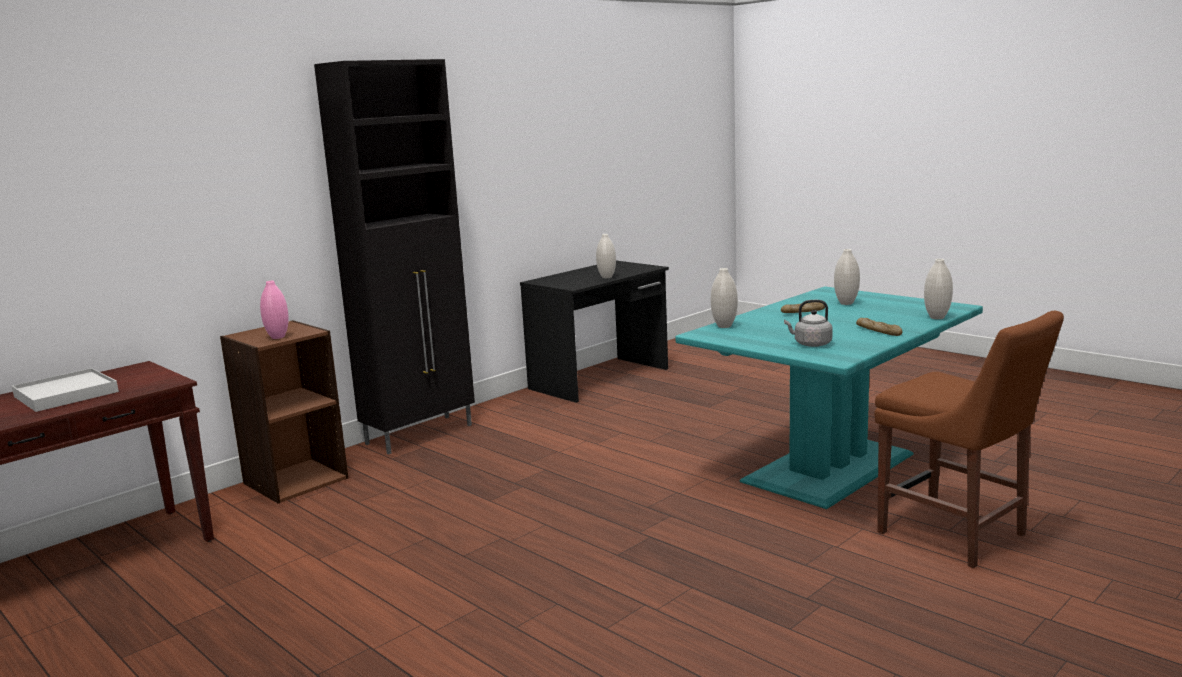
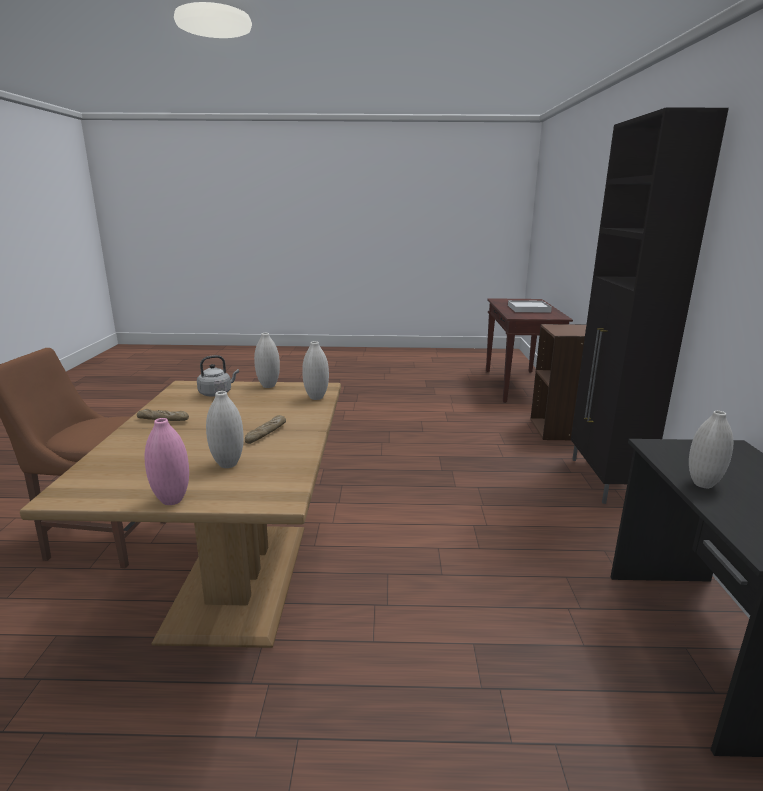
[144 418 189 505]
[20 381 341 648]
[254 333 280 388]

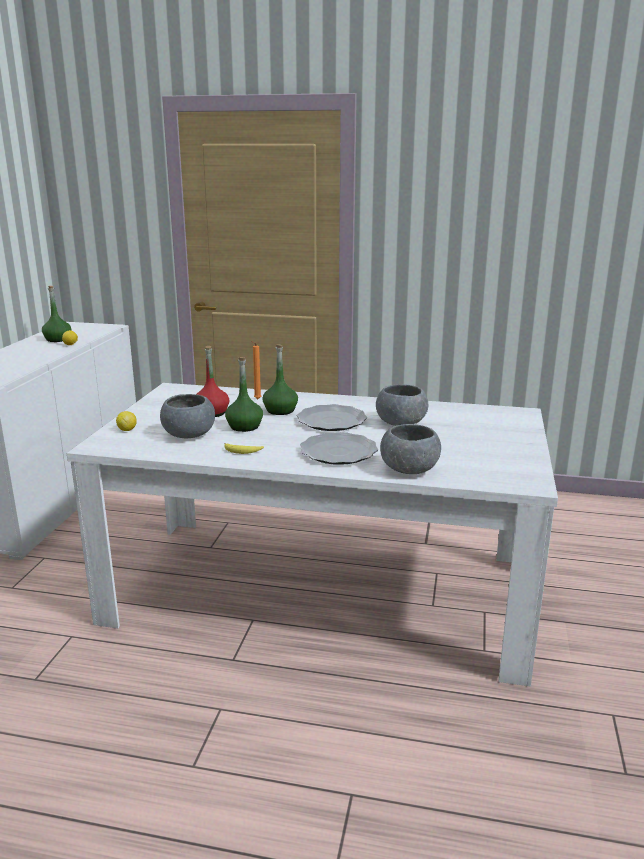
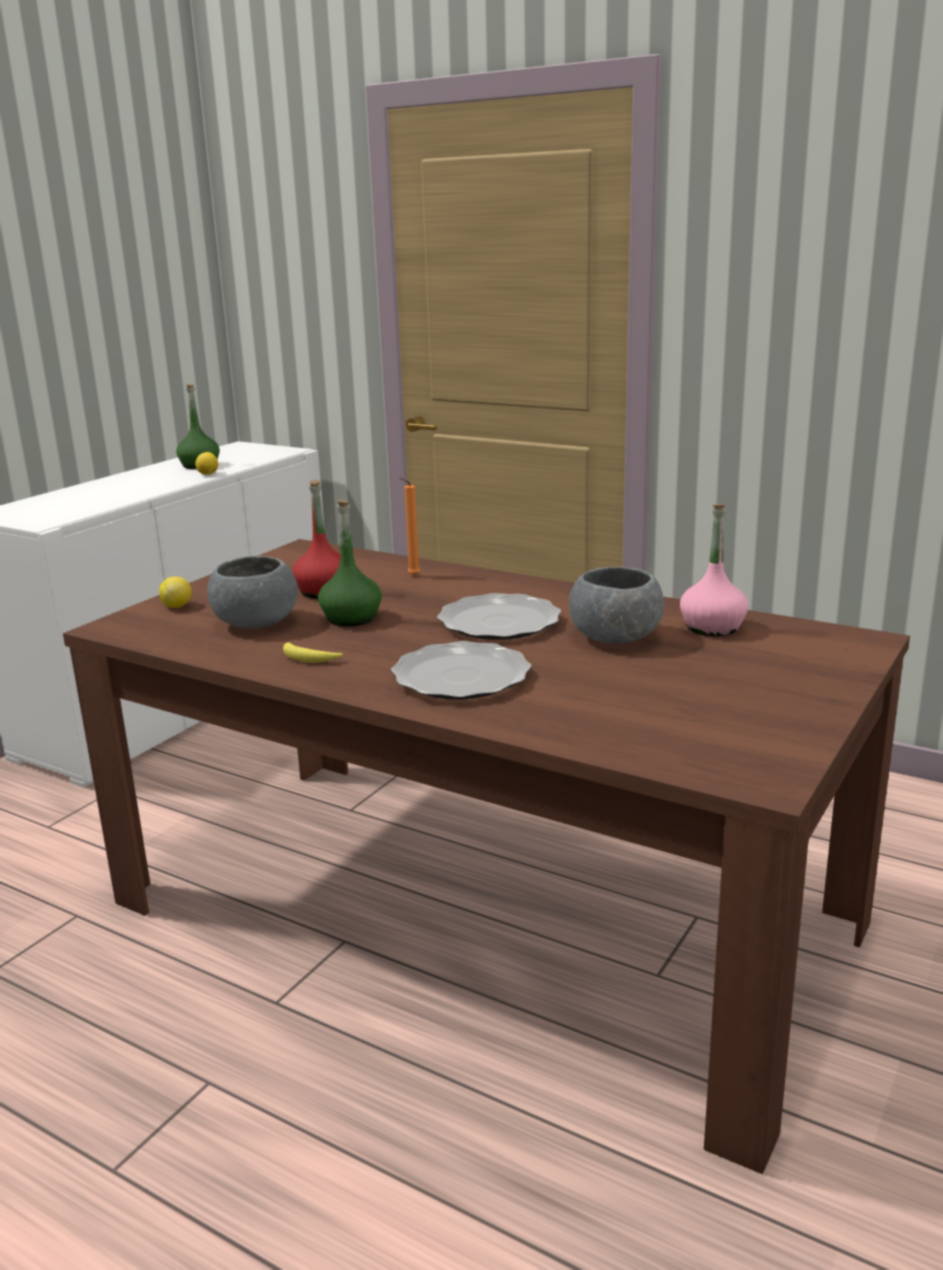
[63 539 910 1174]
[262 344 298 415] (first image)
[380 424 441 474] (first image)
[680 504 748 636]

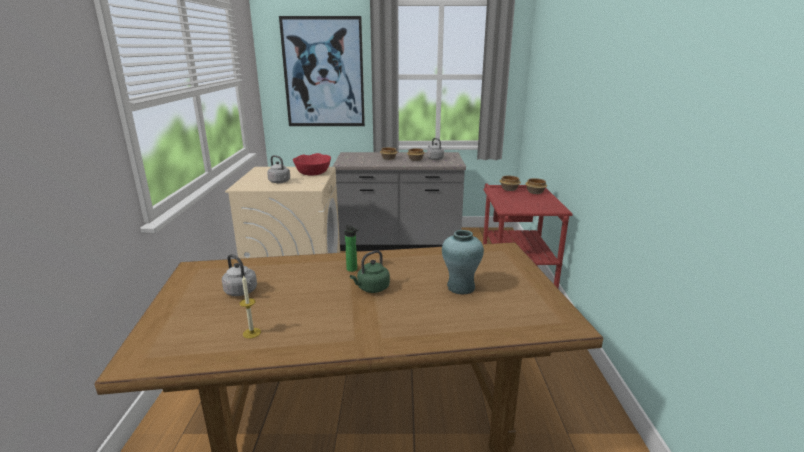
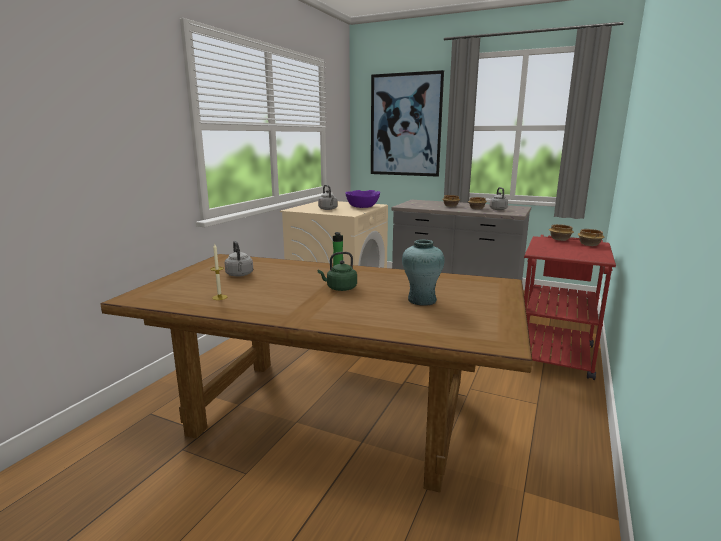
[345 190 380 208]

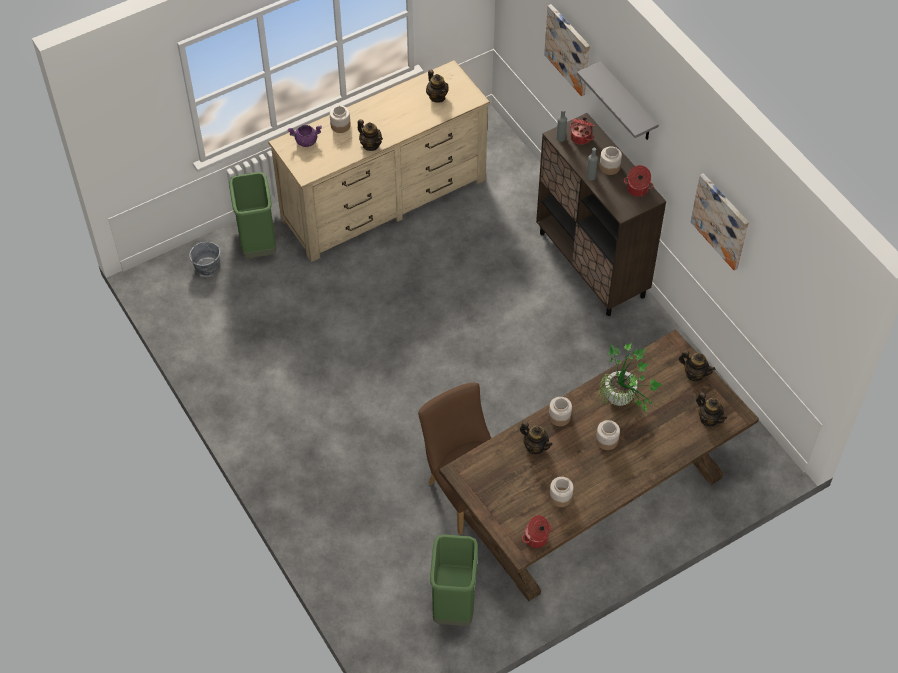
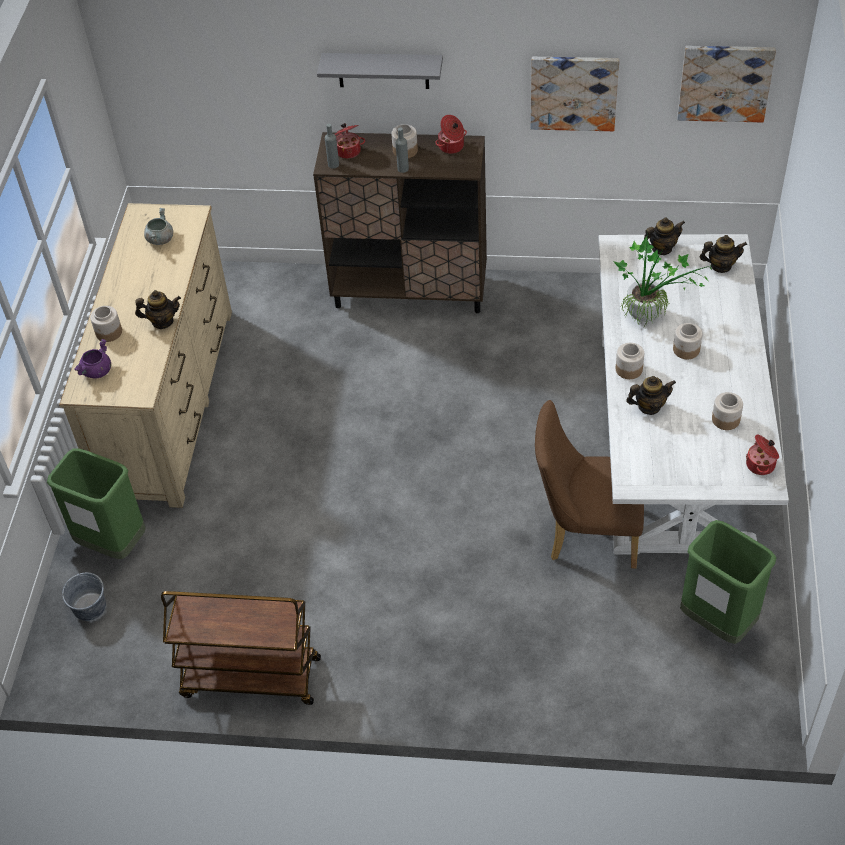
[144 208 173 245]
[598 234 789 555]
[677 46 776 122]
[161 591 321 705]

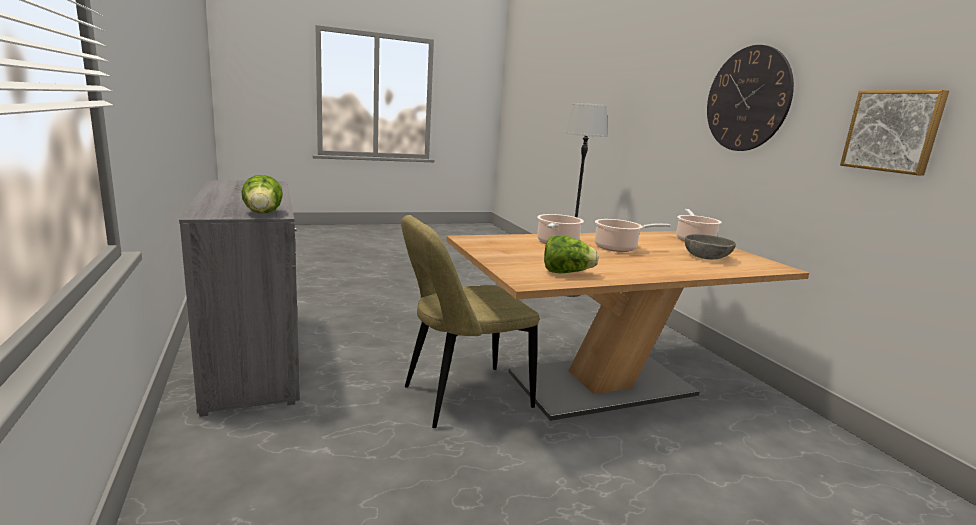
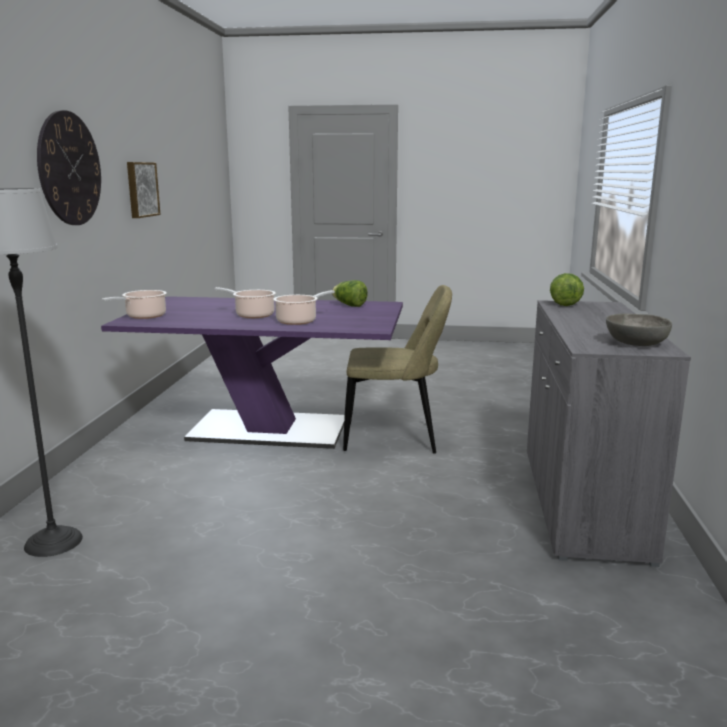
[101 296 403 449]
[606 313 672 346]

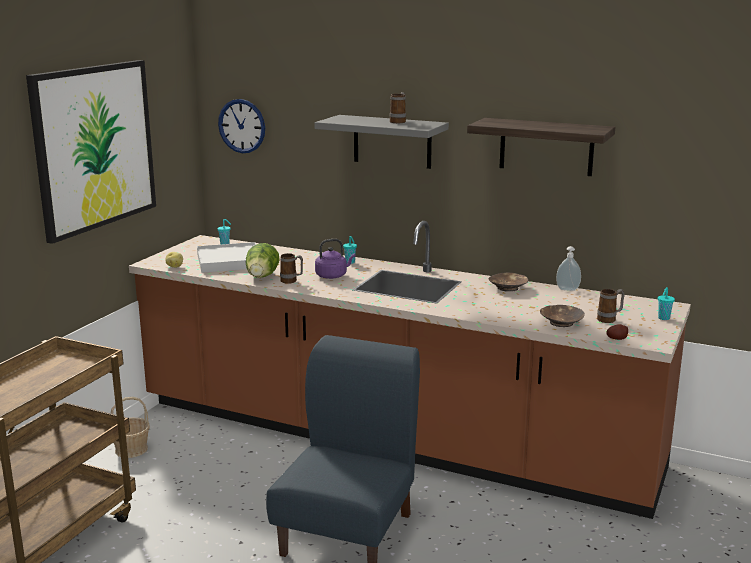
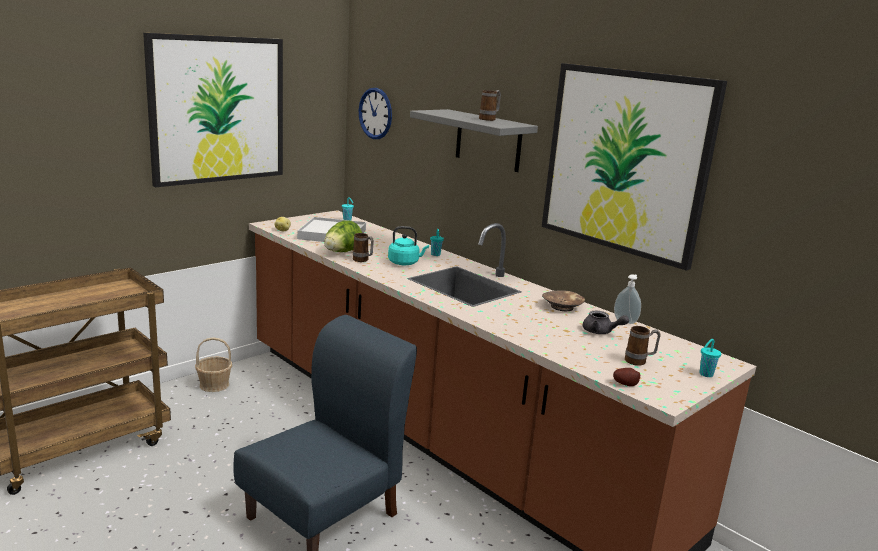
[388 226 429 265]
[542 63 727 271]
[540 305 585 327] (first image)
[583 311 629 334]

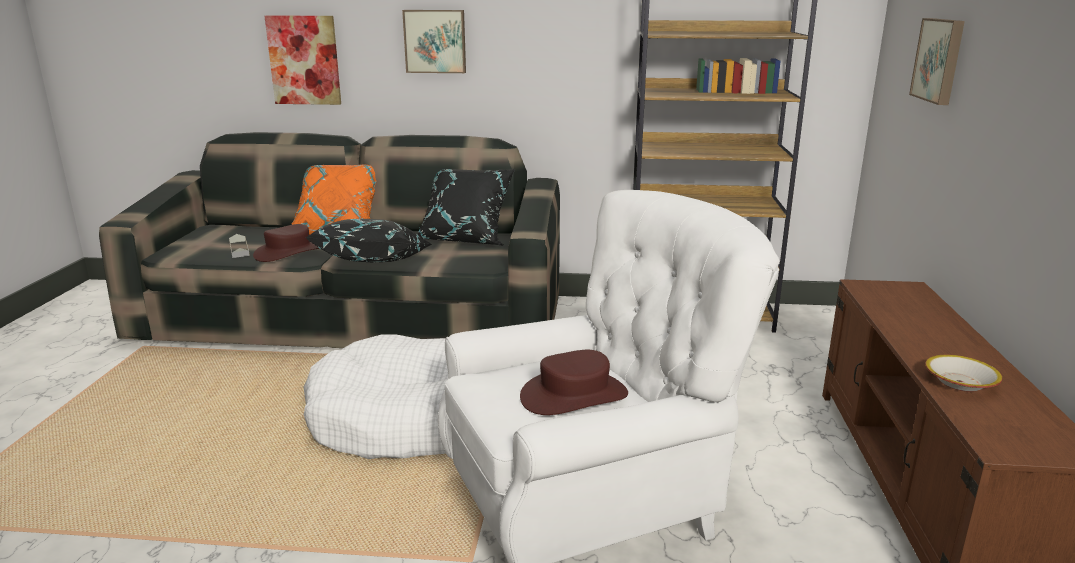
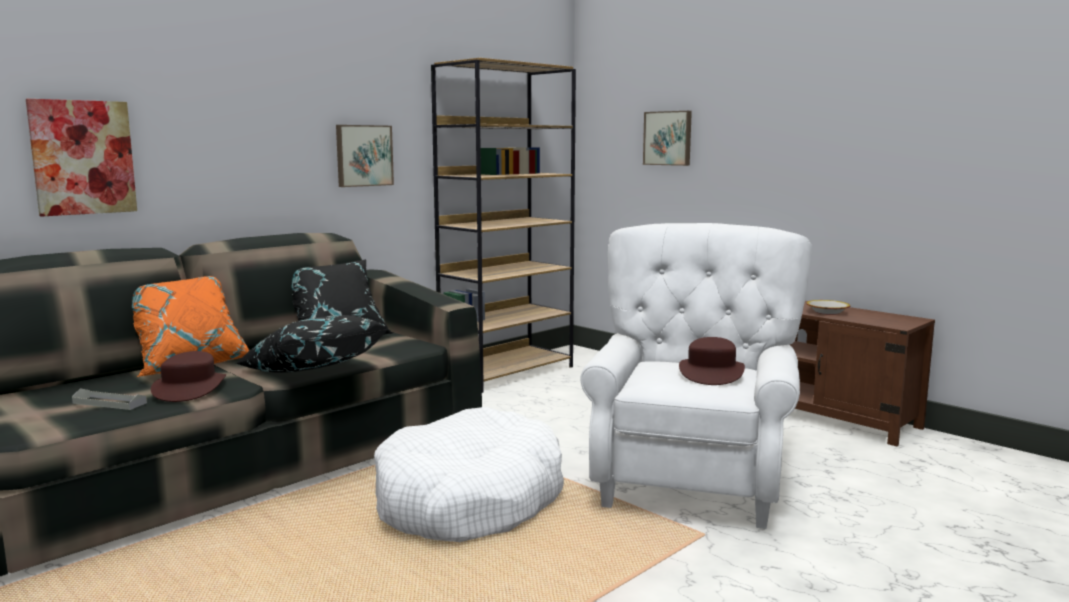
[336 125 394 187]

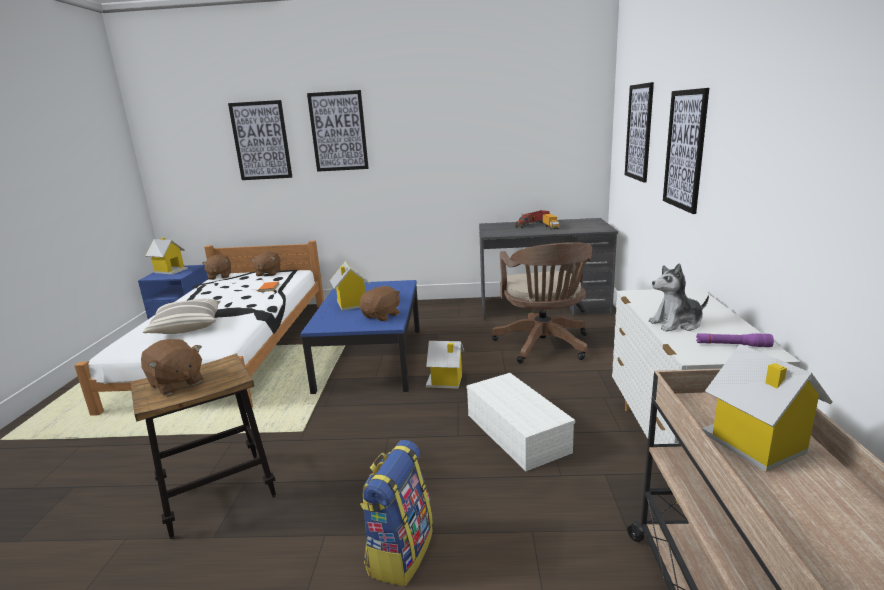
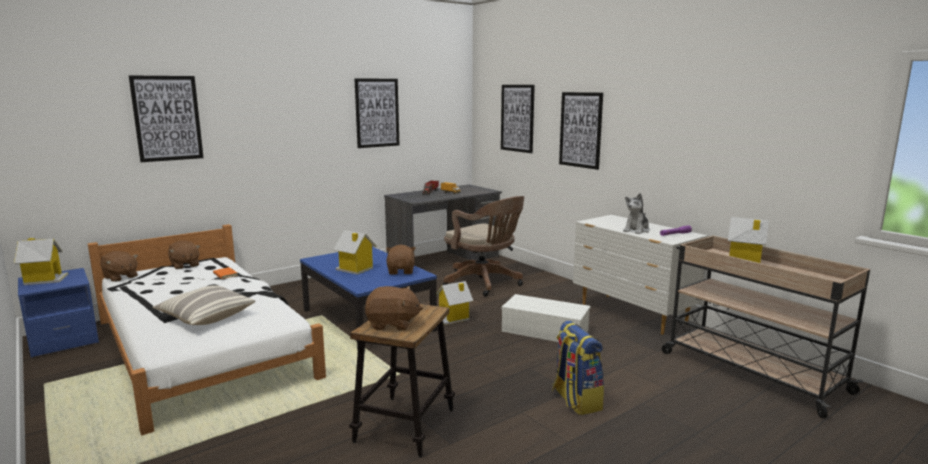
[354 78 399 148]

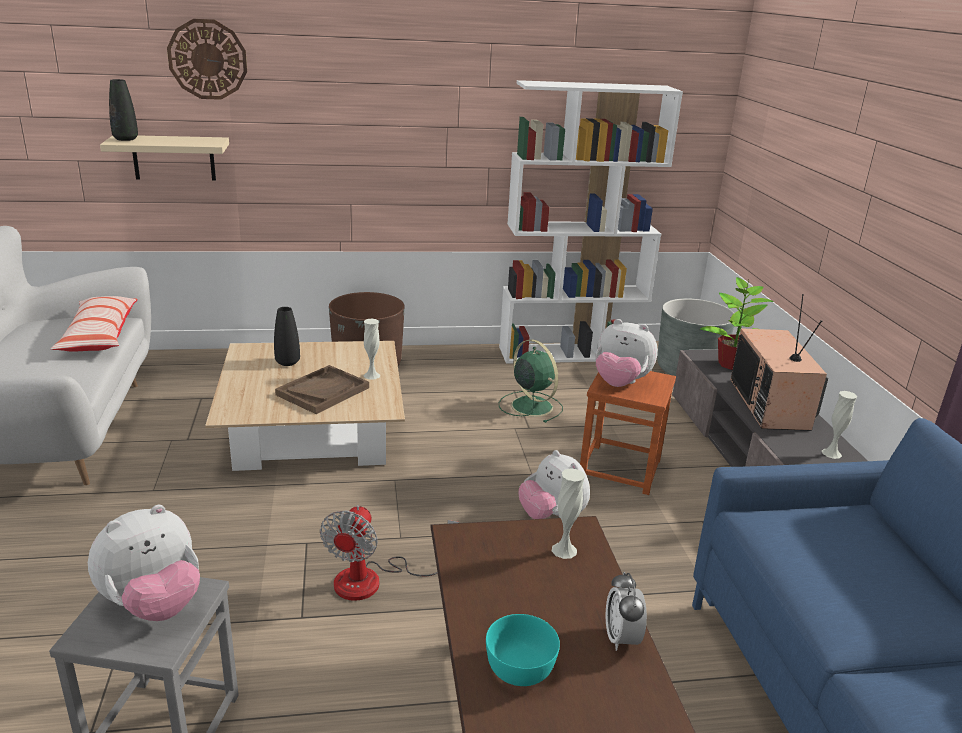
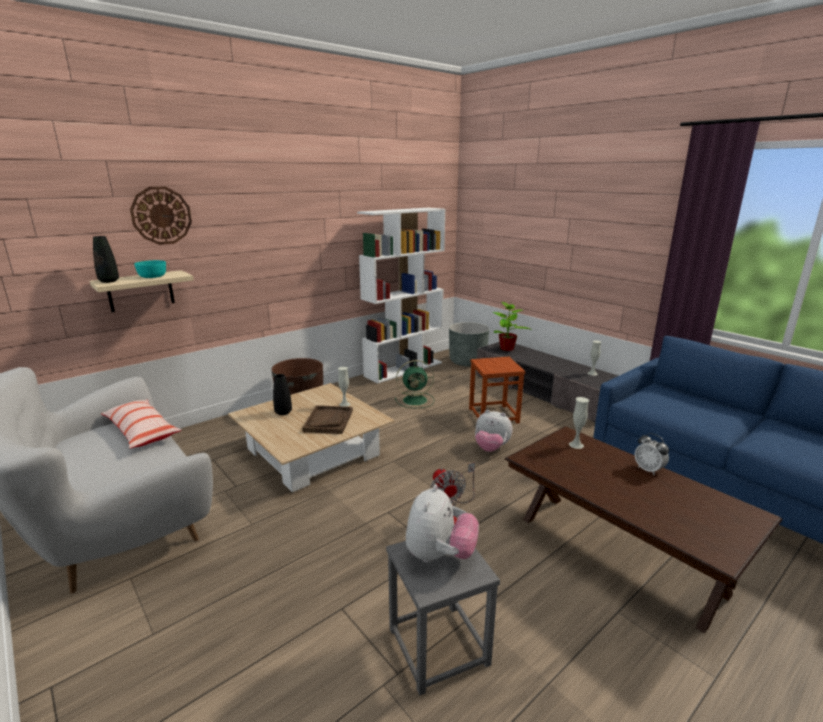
[134 260 166 278]
[395 360 434 408]
[595 319 658 387] (first image)
[730 294 828 431] (first image)

